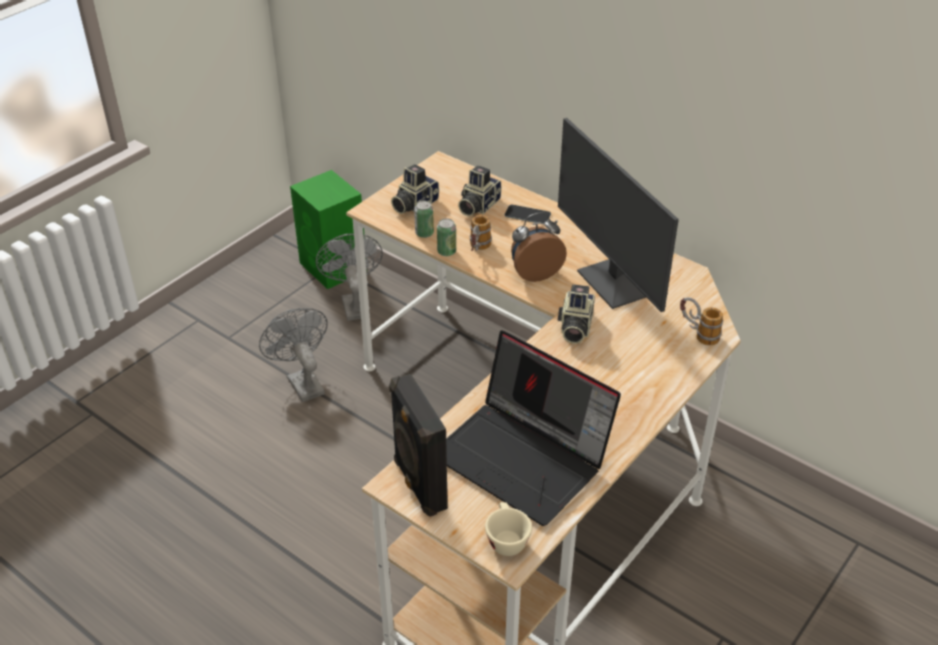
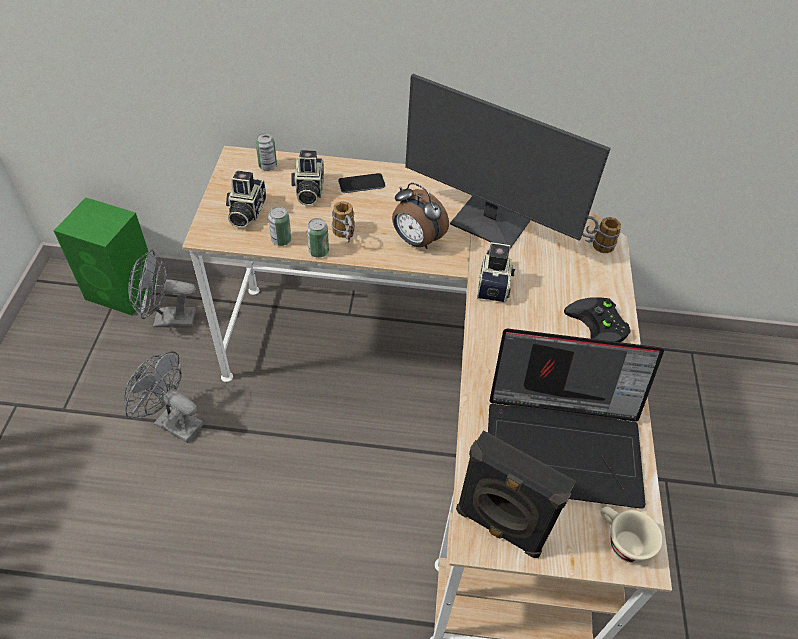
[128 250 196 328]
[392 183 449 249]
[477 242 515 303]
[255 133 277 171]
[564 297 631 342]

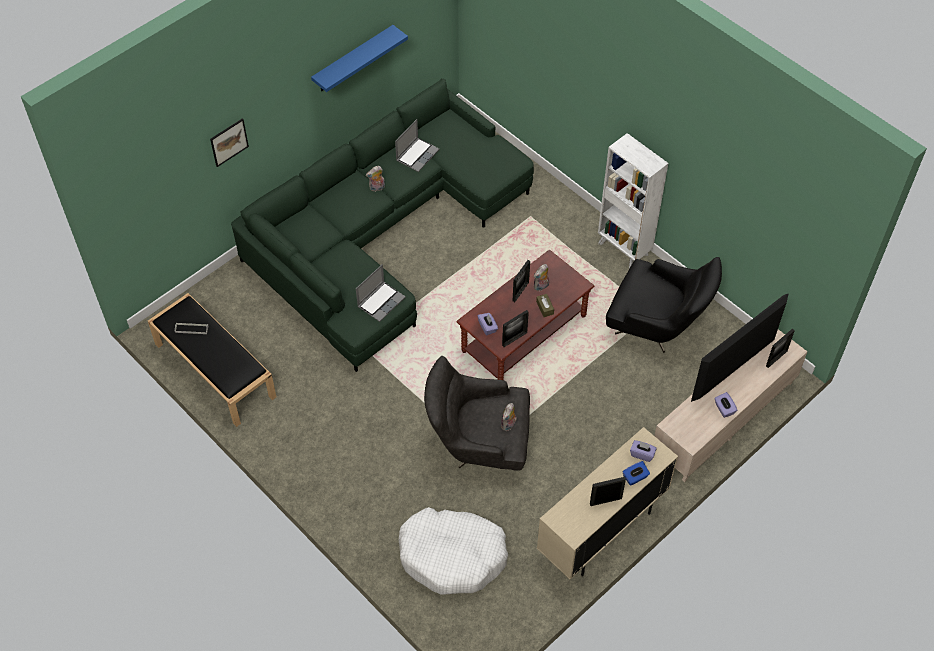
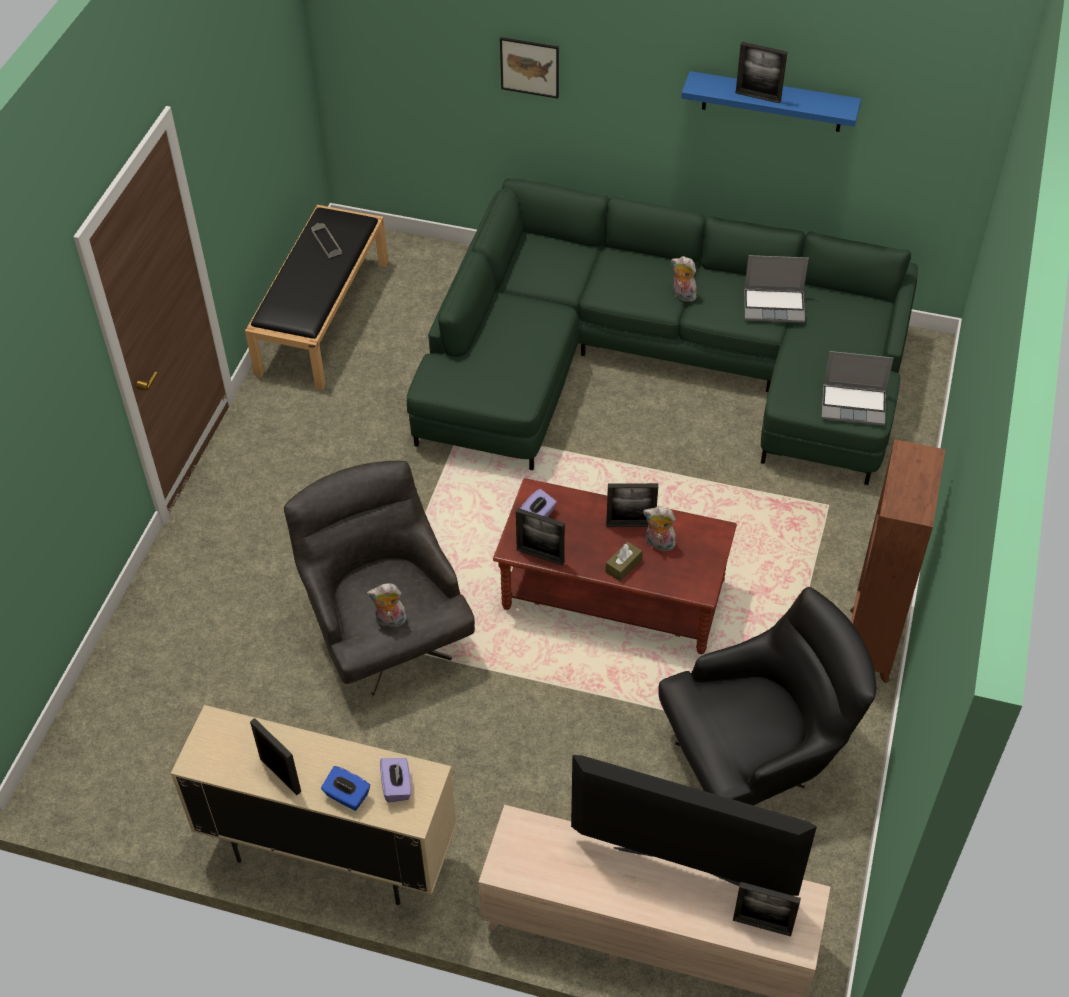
[821 351 893 425]
[399 507 508 594] (first image)
[850 439 945 683]
[658 587 876 806]
[714 392 737 418] (first image)
[736 42 787 103]

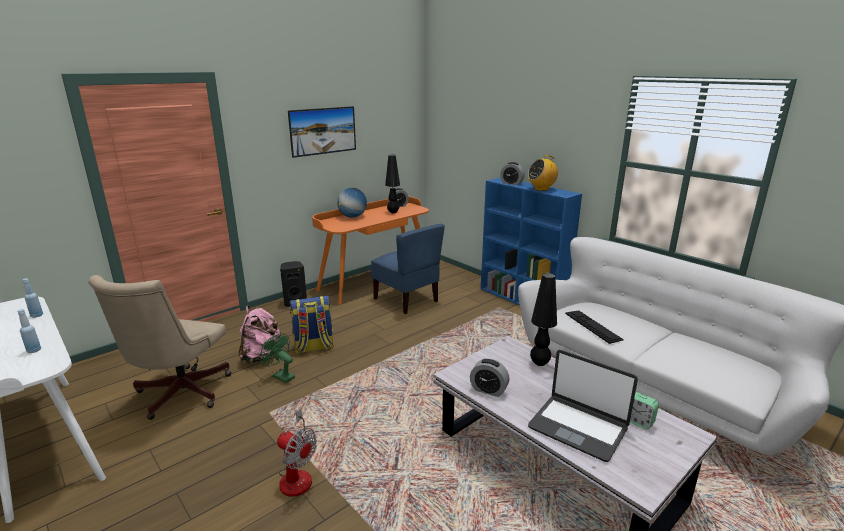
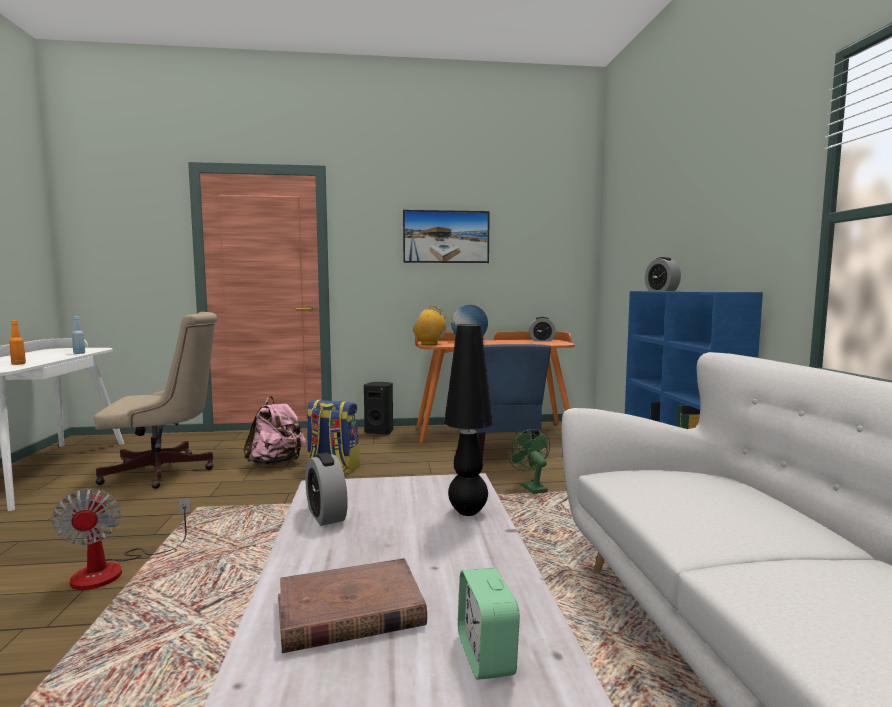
[9 320 26 365]
[94 312 217 489]
[508 429 550 494]
[385 155 400 213] (first image)
[413 306 449 345]
[278 558 427 653]
[565 310 624 344] (first image)

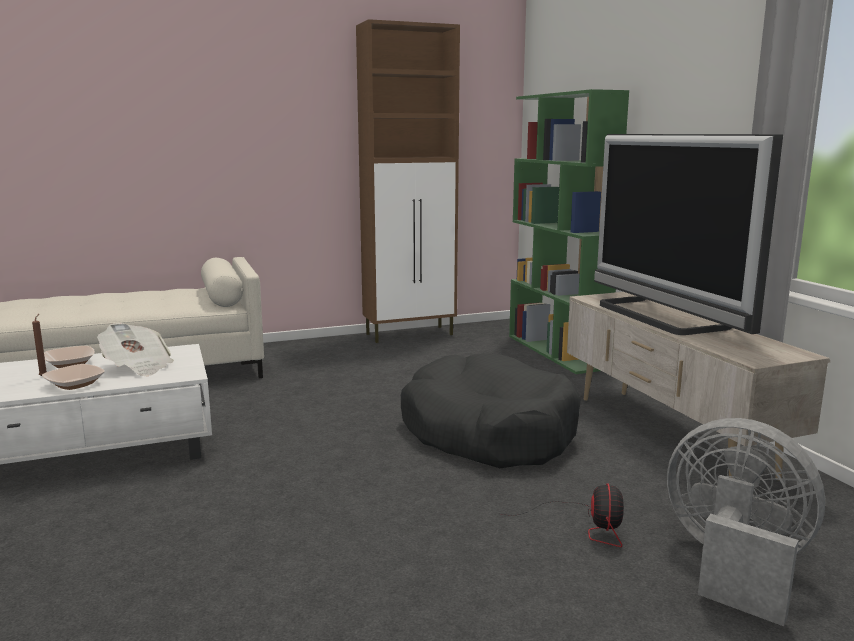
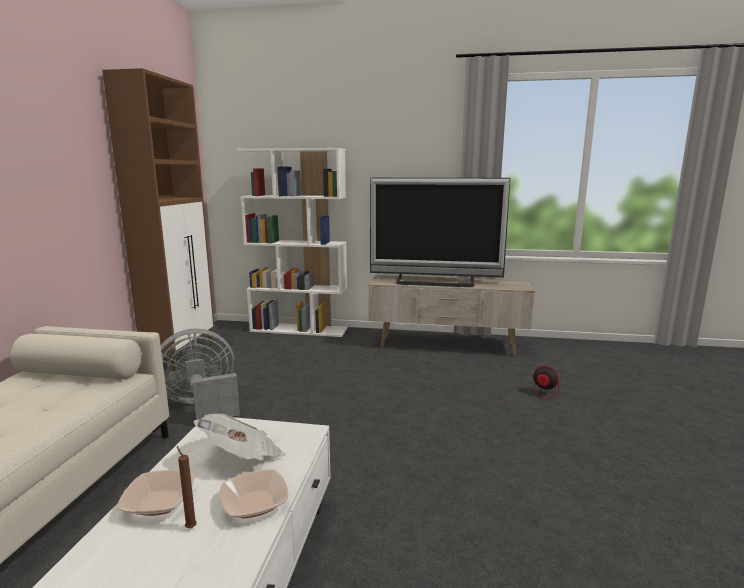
[401 354 581 468] (first image)
[237 148 348 337]
[161 328 240 420]

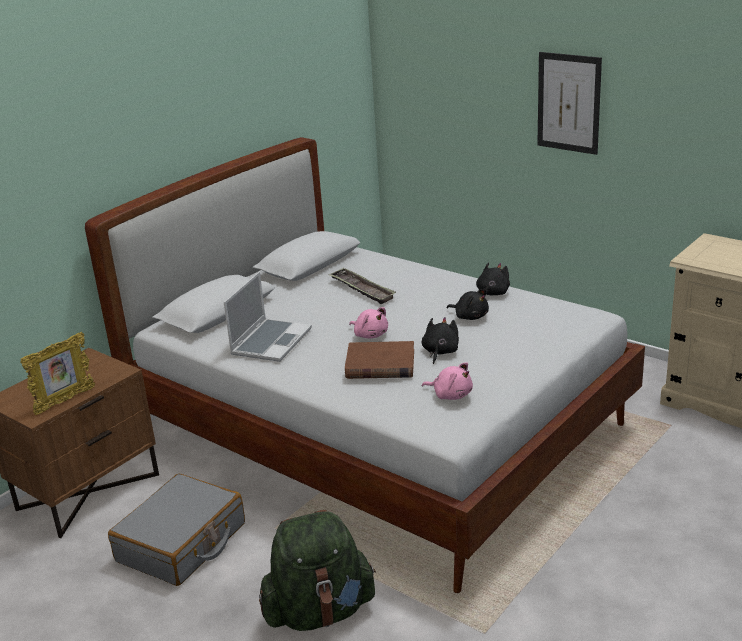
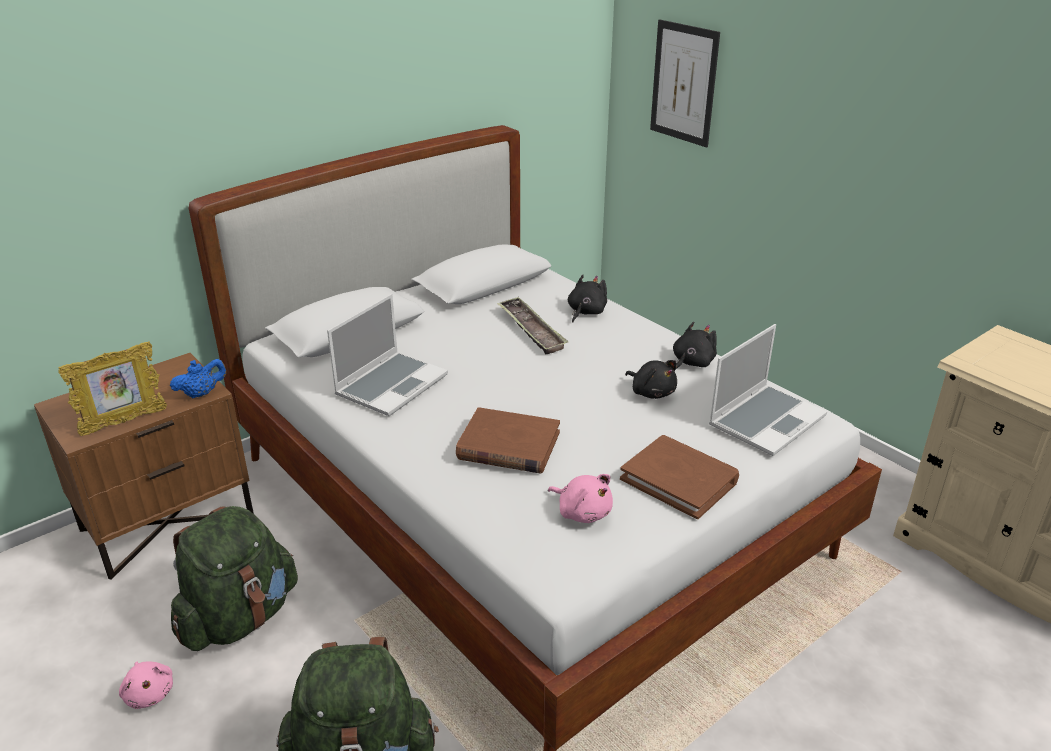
[171 506 298 651]
[119 661 173 709]
[568 275 607 323]
[650 19 720 148]
[170 359 226 398]
[620 435 739 519]
[709 324 827 456]

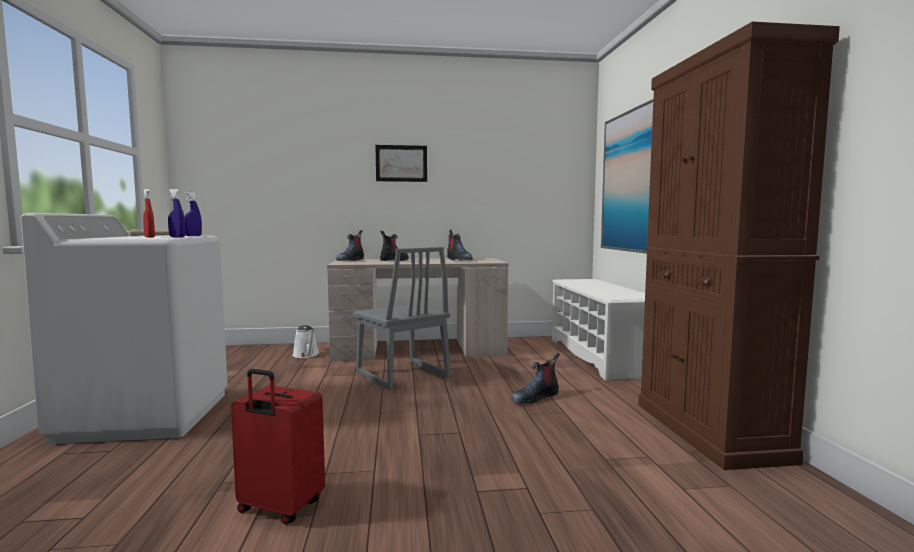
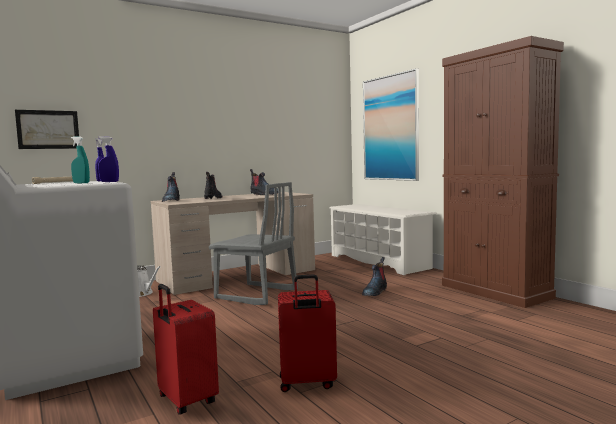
[71 136 90 183]
[15 110 79 149]
[153 284 219 414]

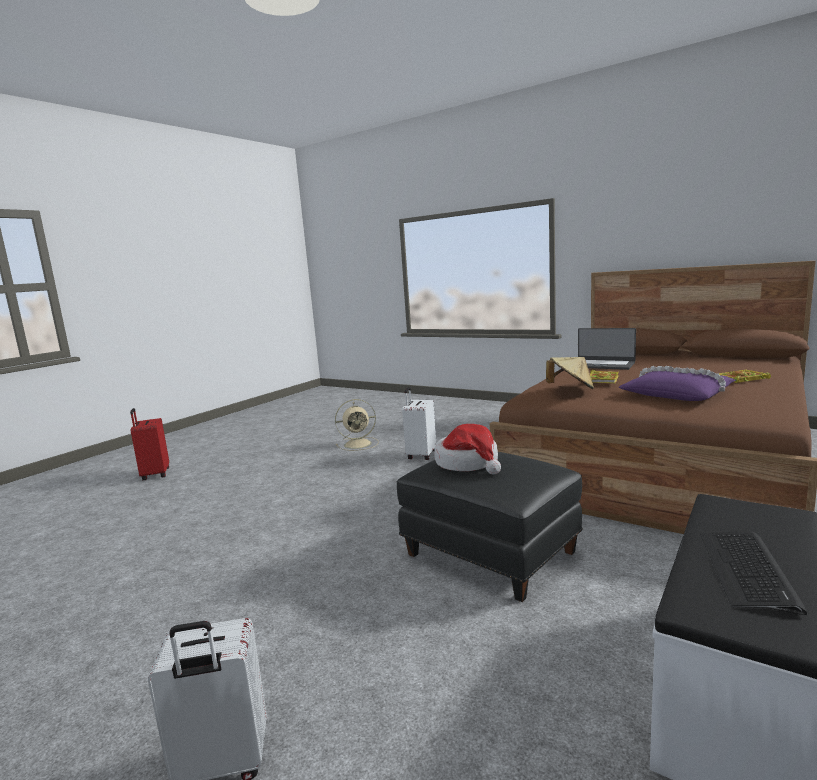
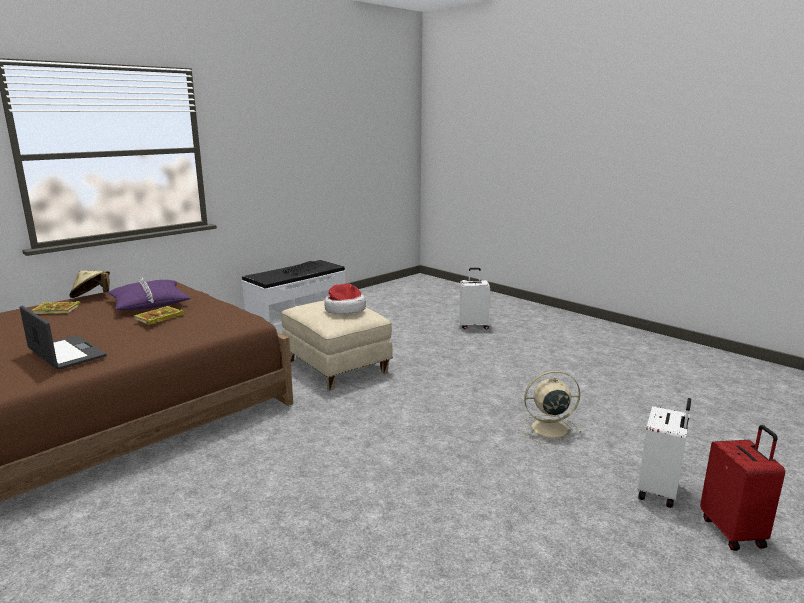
[521 371 582 444]
[281 300 393 390]
[638 398 691 508]
[69 271 110 298]

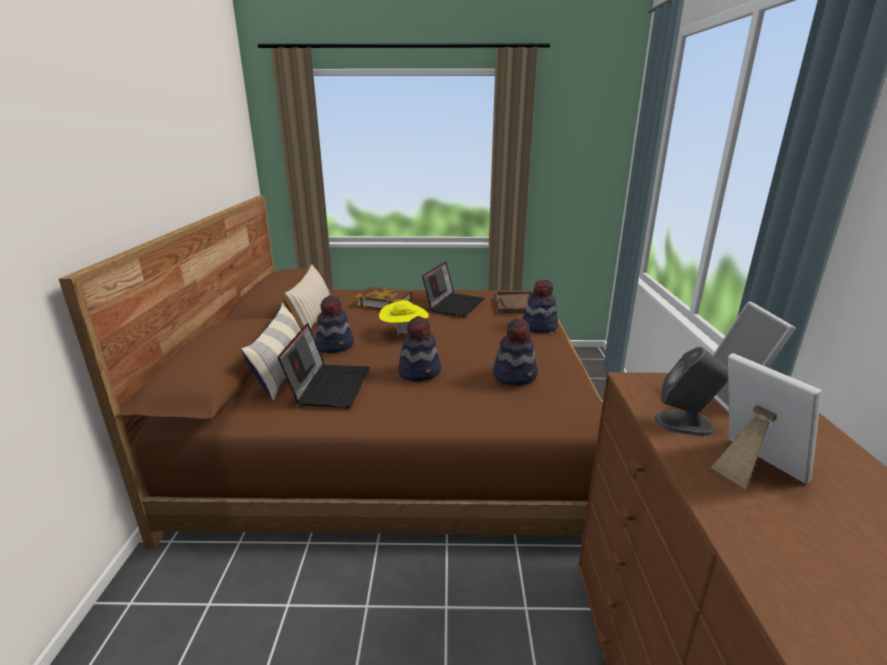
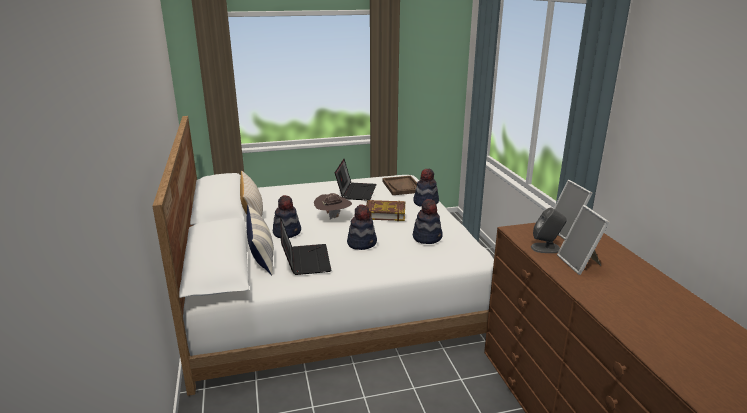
[152 116 494 396]
[366 200 405 221]
[314 193 352 220]
[557 205 610 275]

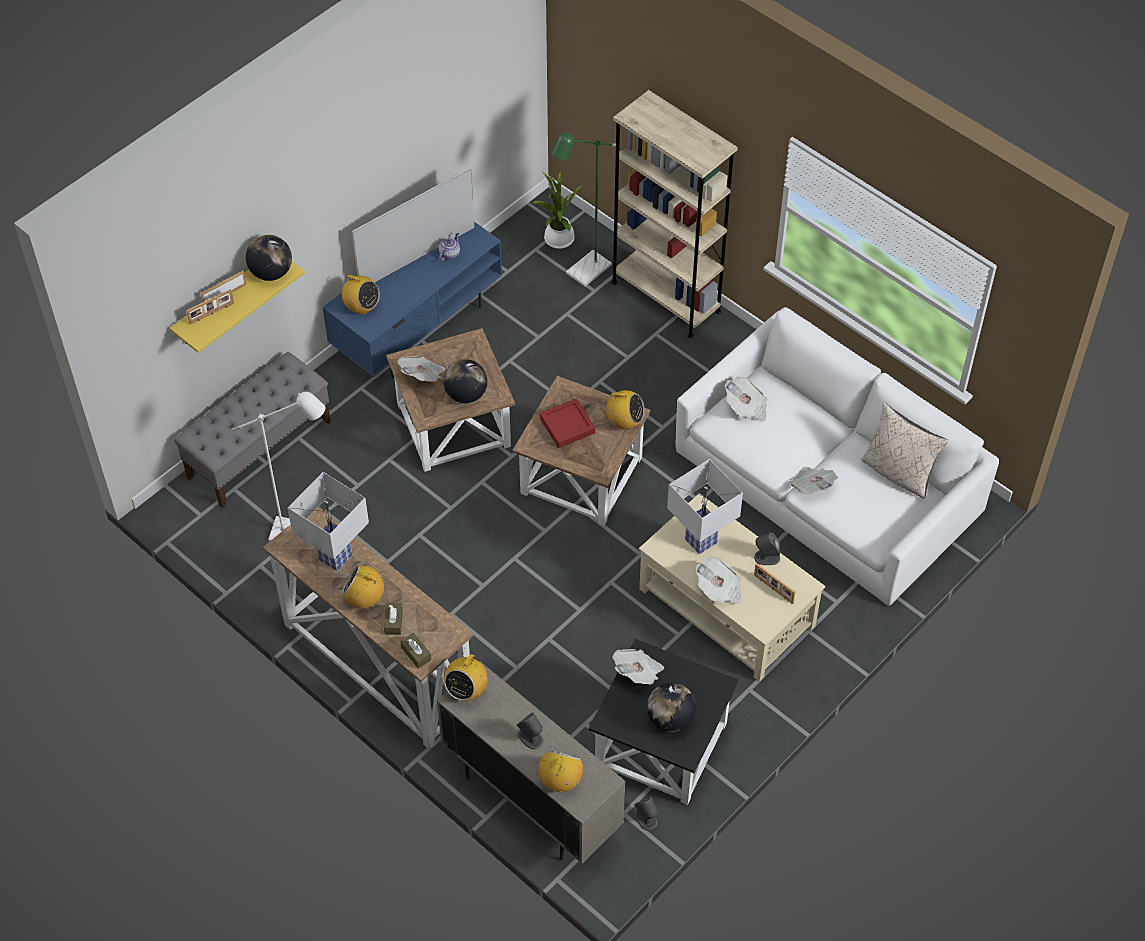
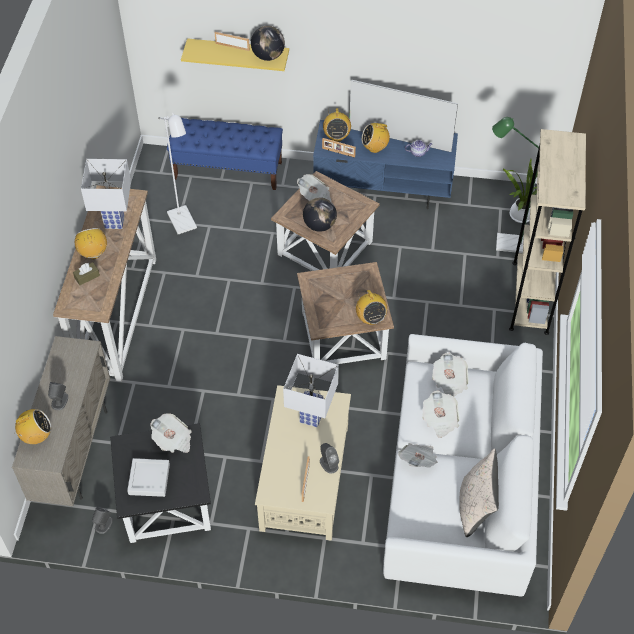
[167 118 283 190]
[322 138 356 158]
[400 633 431 668] (first image)
[361 122 390 153]
[540 398 595 448] (first image)
[127 458 170 497]
[422 390 459 438]

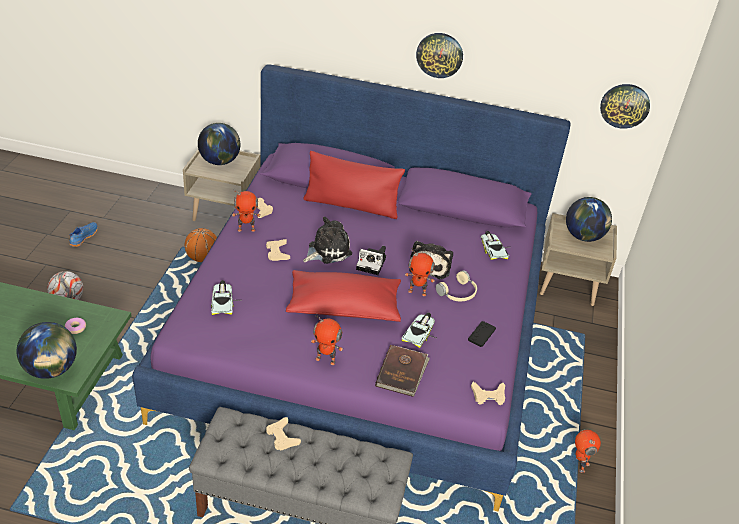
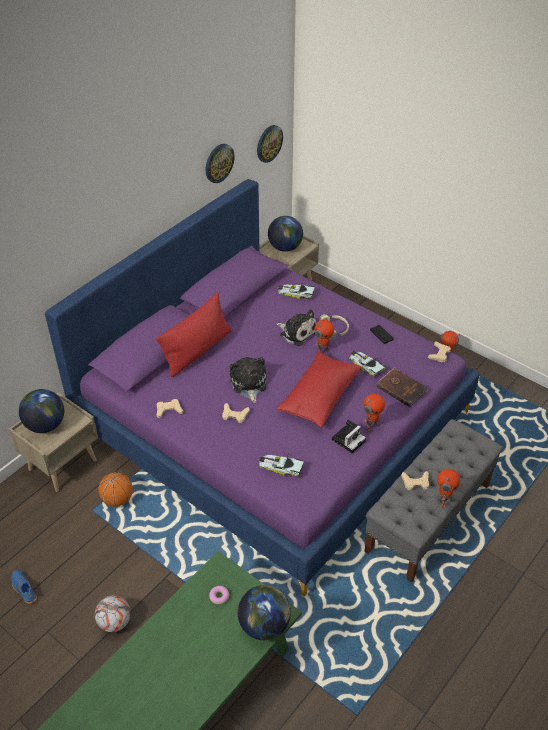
[437 469 460 507]
[332 420 366 453]
[206 144 235 183]

